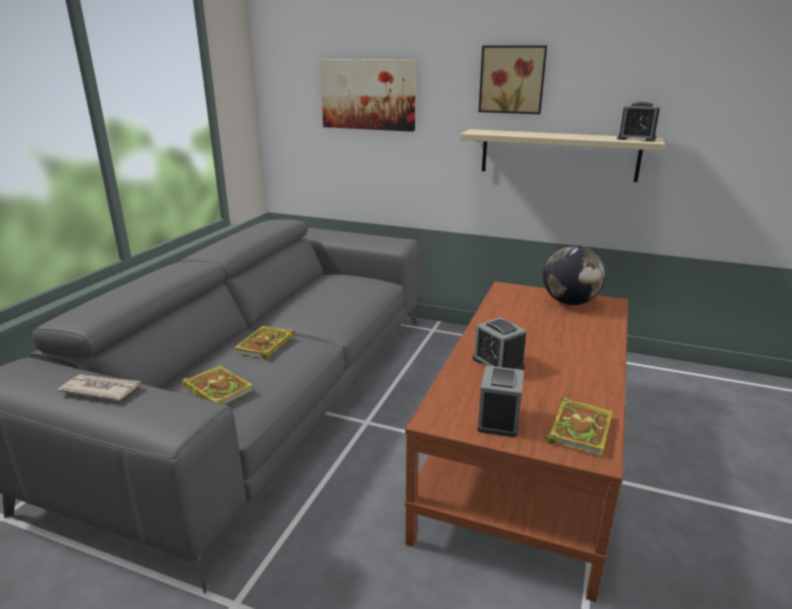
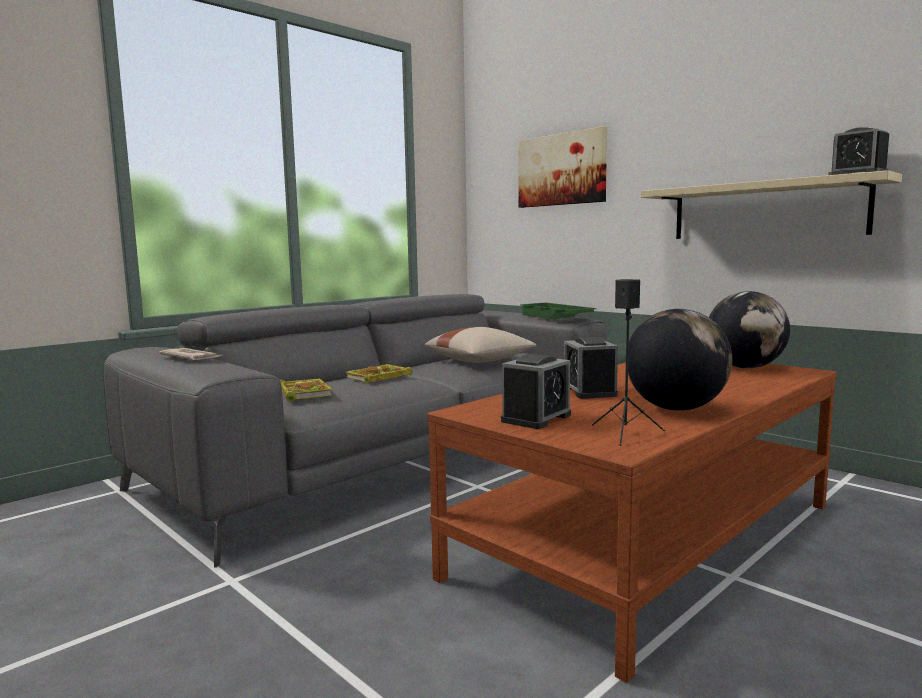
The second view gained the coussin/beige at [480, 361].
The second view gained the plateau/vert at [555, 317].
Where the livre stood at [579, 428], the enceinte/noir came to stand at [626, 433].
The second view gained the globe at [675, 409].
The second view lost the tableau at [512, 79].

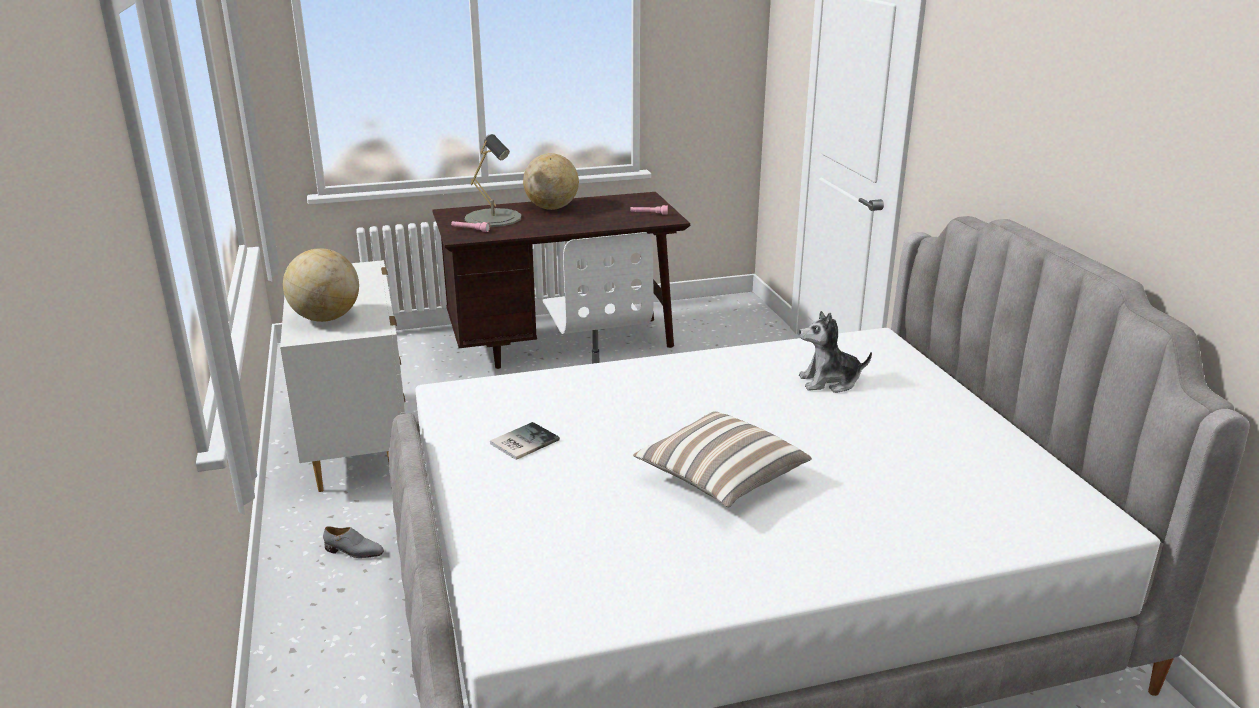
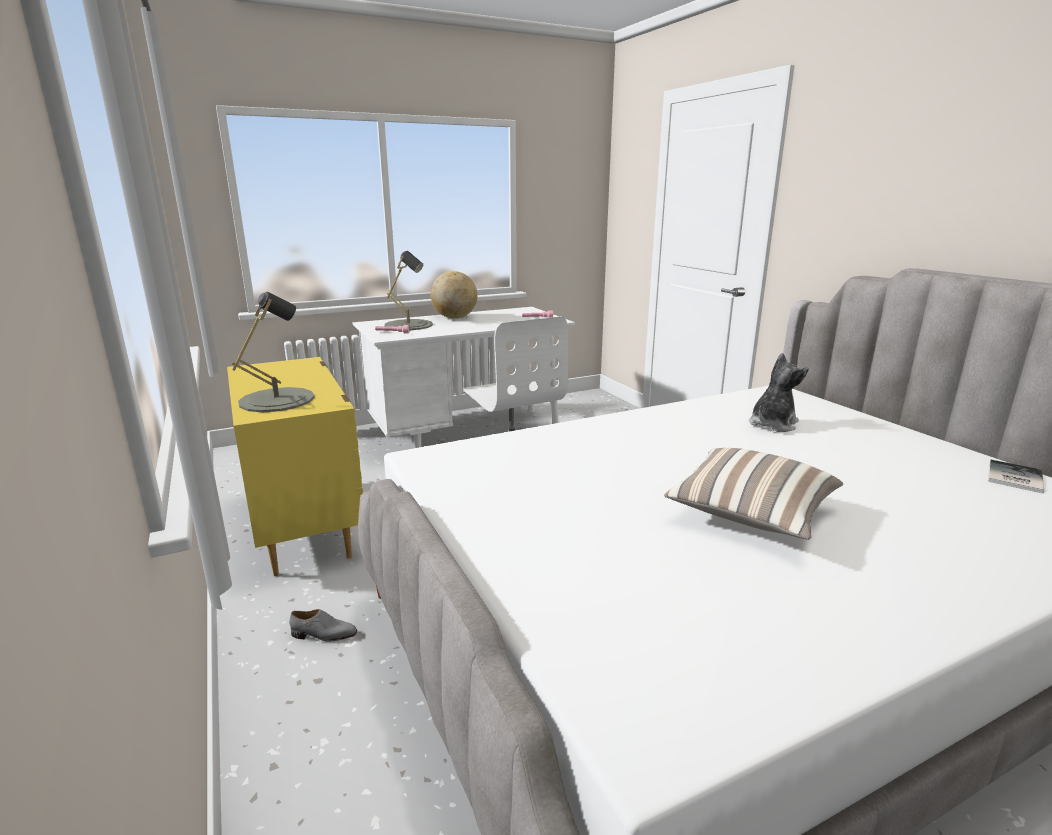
What was the commode/blanc at [357, 441] turned into the commode/jaune at [304, 524].
Where the globe stood at [326, 318], the lampe de table/gris came to stand at [277, 400].
What was the bureau/marron at [562, 344] turned into the bureau/blanc at [467, 432].
The peluche at [829, 382] ended up facing another way, 150 degrees clockwise from before.
The livre ended up elsewhere, having gone from [522, 442] to [1012, 477].

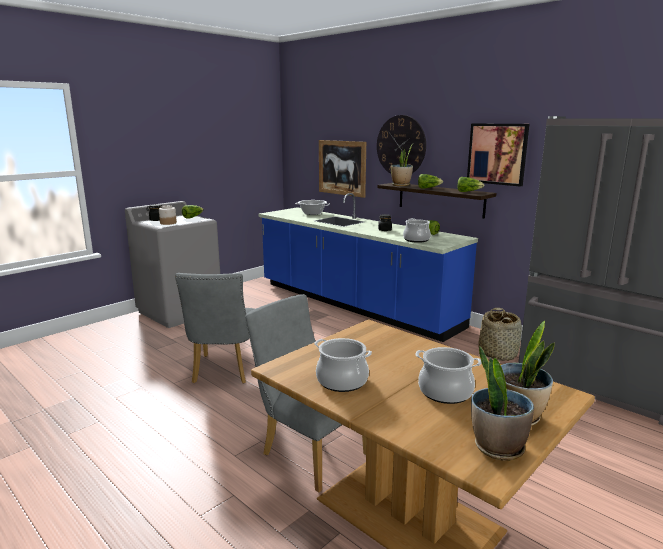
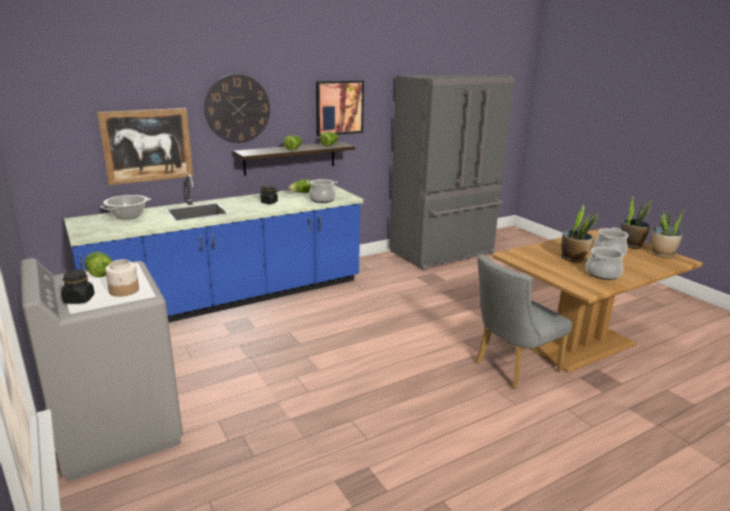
The plante en pot ended up elsewhere, having gone from [401, 185] to [573, 258].
The second view lost the chaise/gris at [223, 372].
The second view lost the panier at [498, 353].

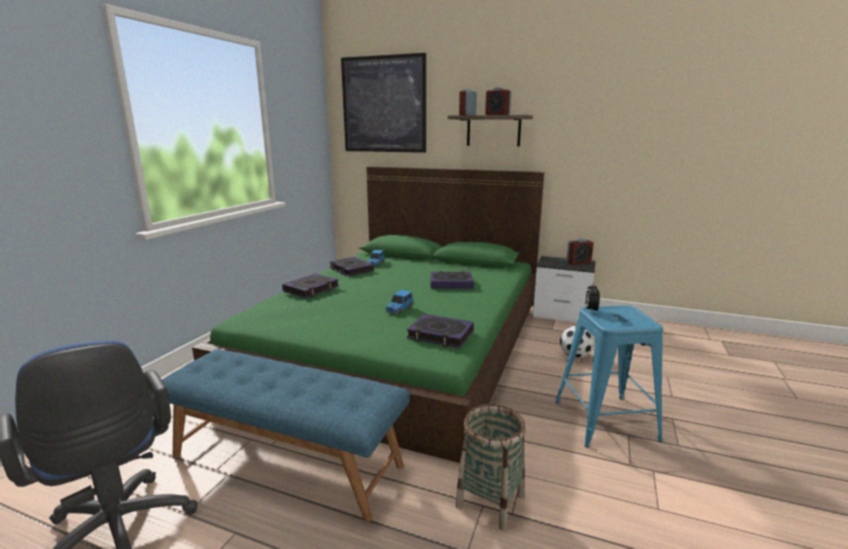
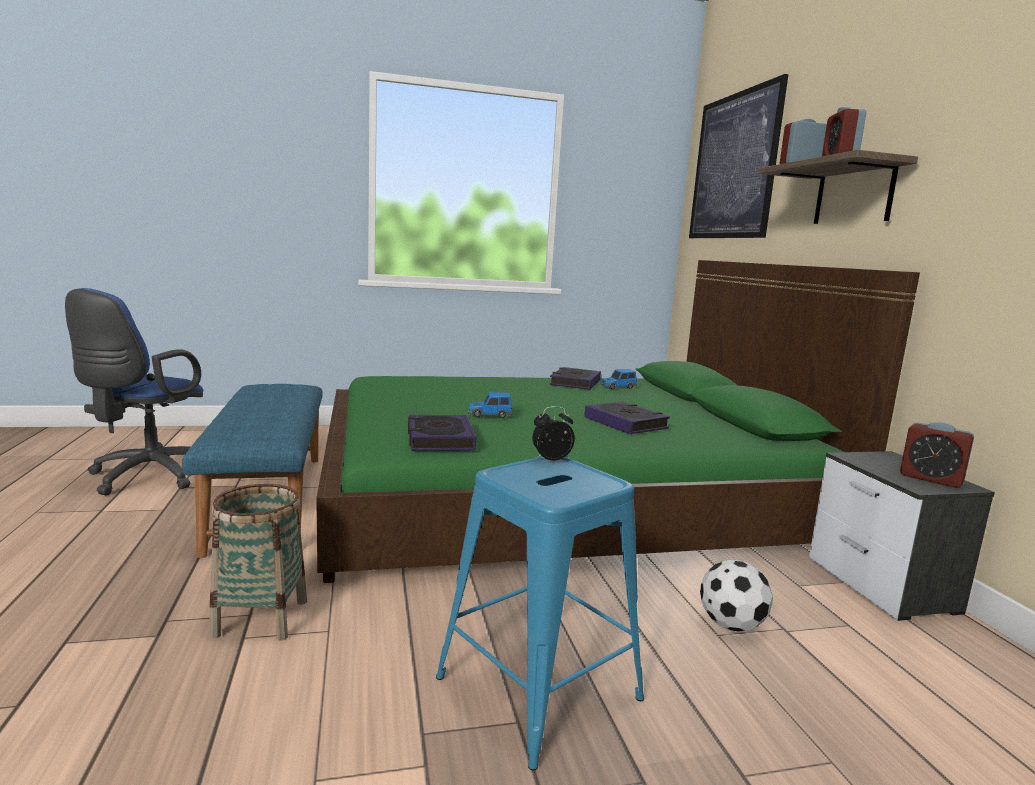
The second view lost the livre at [311, 289].

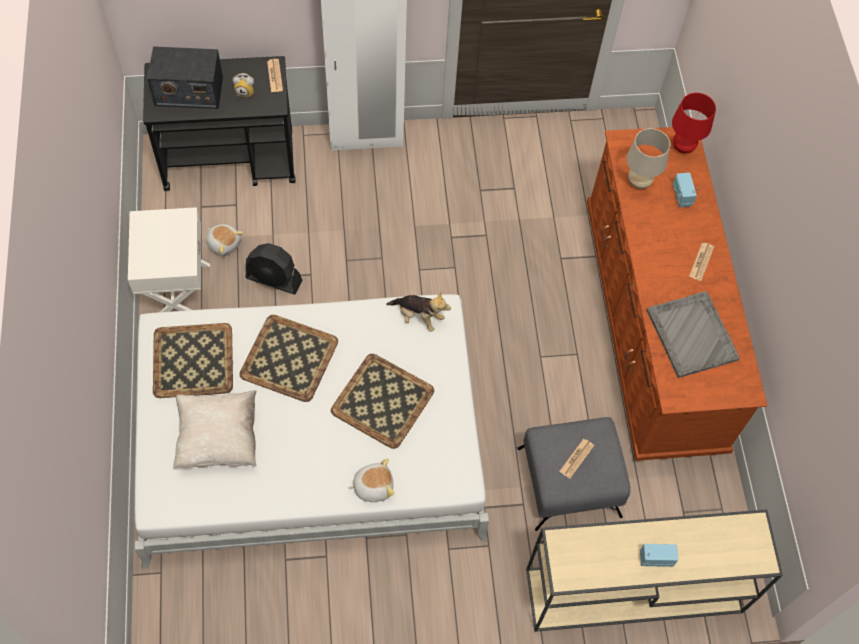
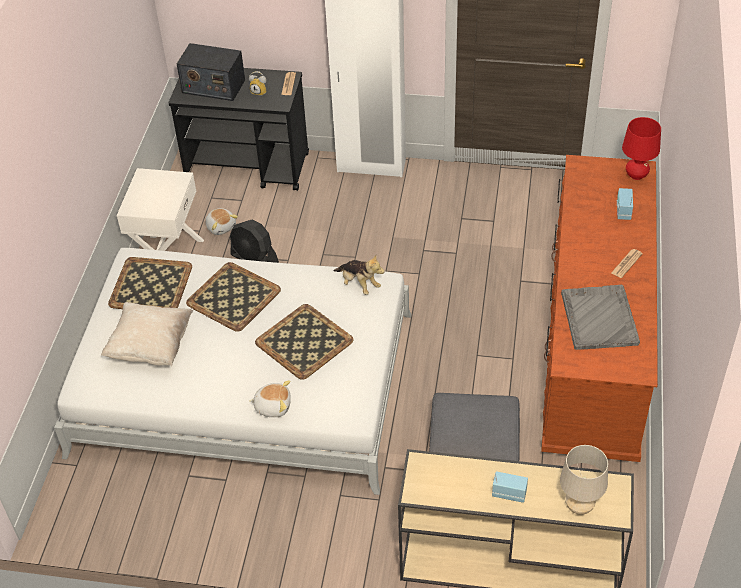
The lampe de table/beige ended up elsewhere, having gone from [639, 182] to [579, 507].
The second view lost the journal at [576, 458].

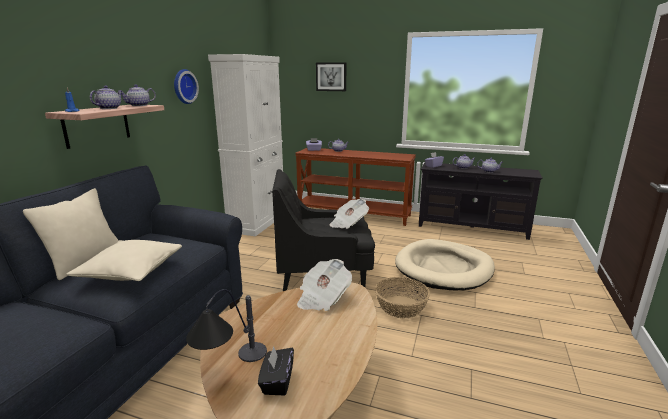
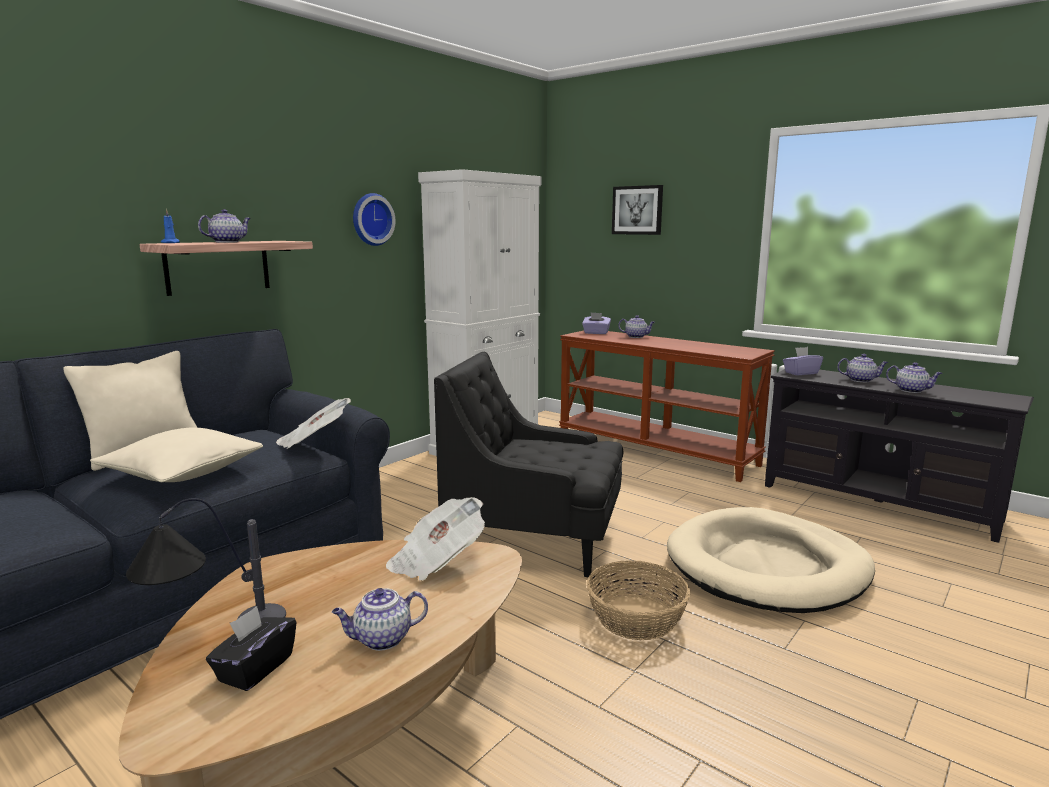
The journal ended up elsewhere, having gone from [348, 223] to [313, 442].
The théière ended up elsewhere, having gone from [138, 105] to [381, 639].

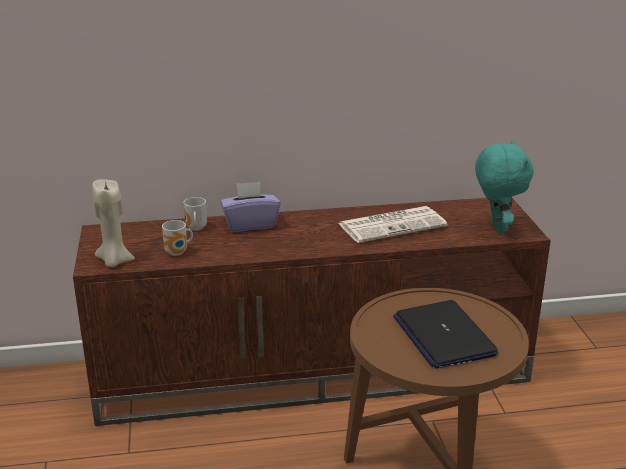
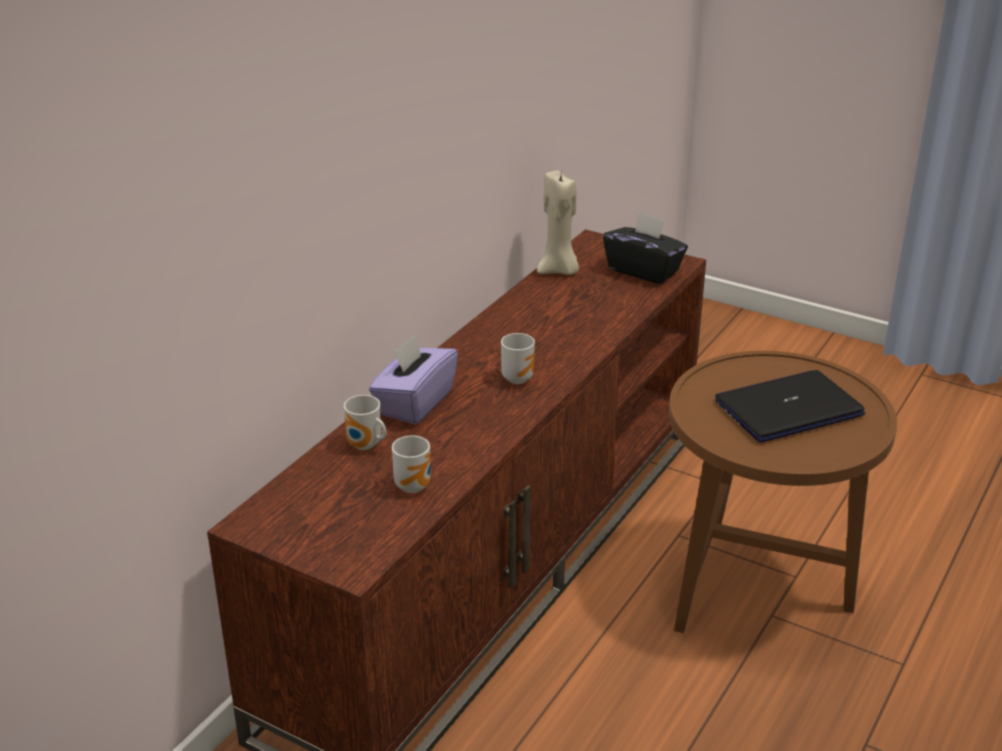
The second view gained the mug at [518, 377].
The bougie/beige ended up elsewhere, having gone from [114, 261] to [559, 270].
Where the peluche/turquoise stood at [496, 227], the boîte à mouchoirs/noir came to stand at [644, 270].
The ordinateur portable at [443, 335] ended up facing another way, 135 degrees clockwise from before.
The second view lost the journal at [393, 225].

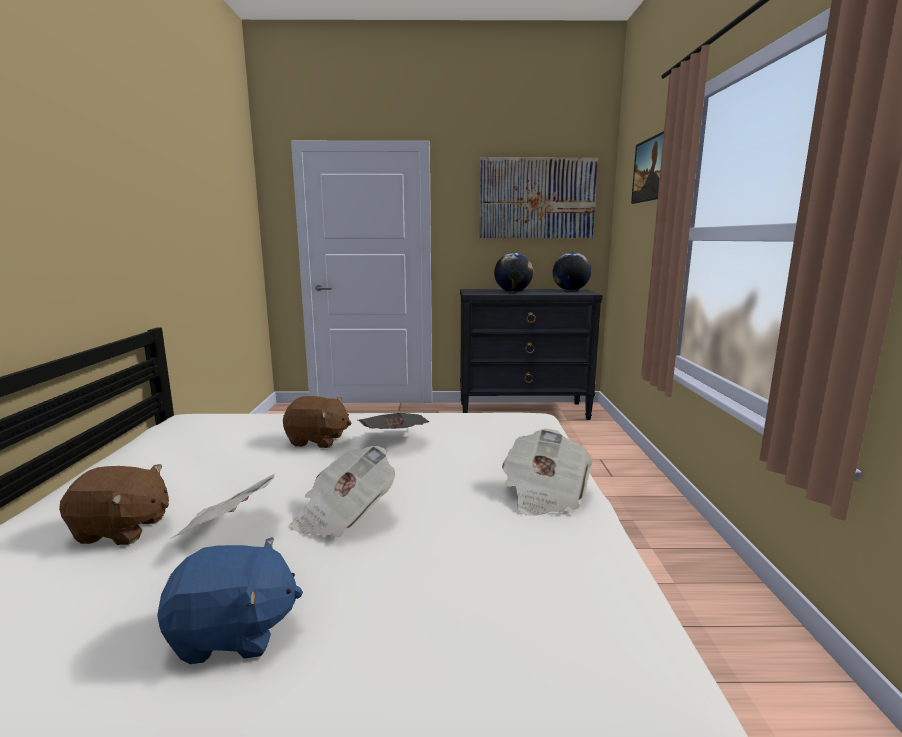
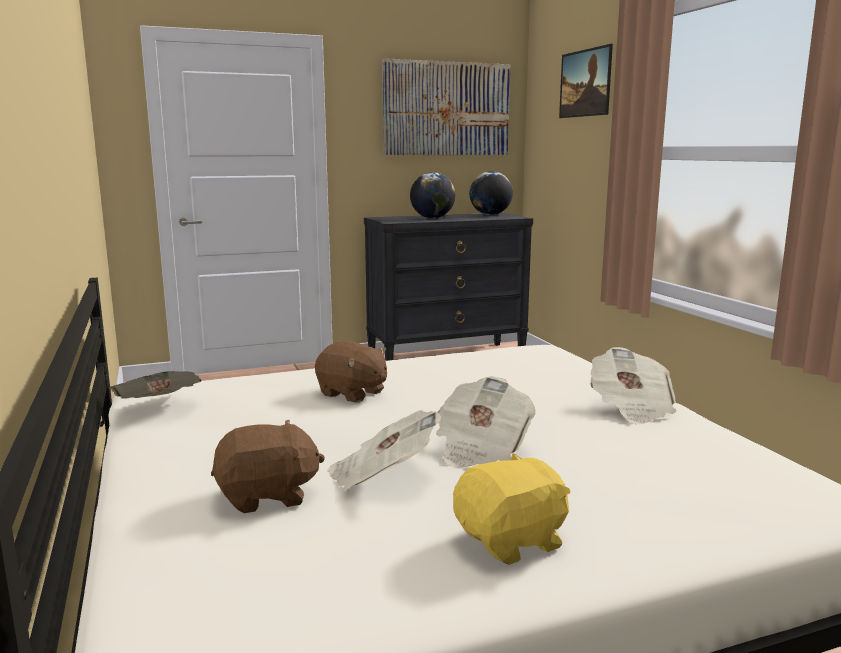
The journal ended up elsewhere, having gone from [394, 440] to [159, 408].
The peluche/marron at [317, 440] ended up facing another way, 45 degrees clockwise from before.
What was the peluche/bleu at [234, 633] turned into the peluche/jaune at [511, 541].

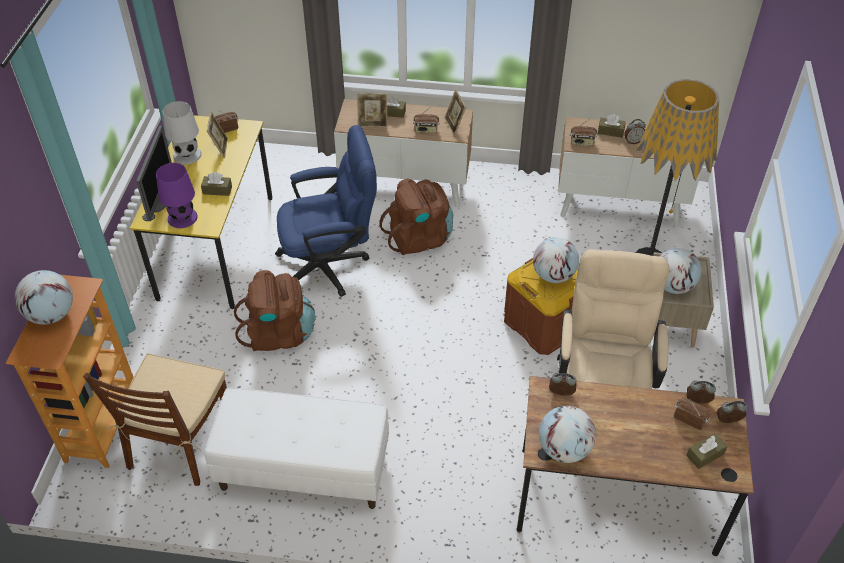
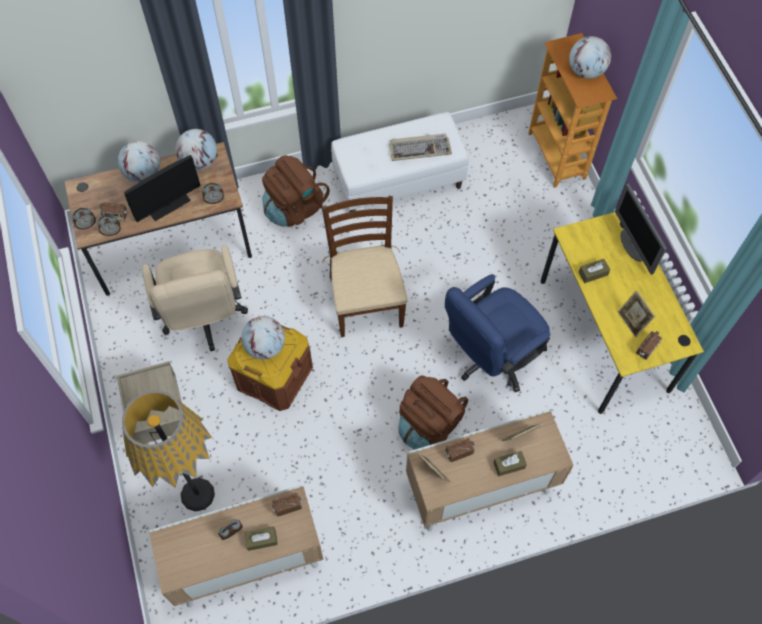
The globe ended up elsewhere, having gone from [673, 286] to [143, 173].
The second view gained the écran d'ordinateur at [168, 204].
The sac à dos/marron ended up elsewhere, having gone from [279, 334] to [294, 208].
The chaise/marron ended up elsewhere, having gone from [180, 442] to [365, 300].
The second view gained the clavier at [420, 148].
The second view lost the lampe de table/violet at [183, 218].
The second view lost the lampe de table/blanc at [187, 155].
The second view lost the boîte à mouchoirs/marron at [705, 455].

